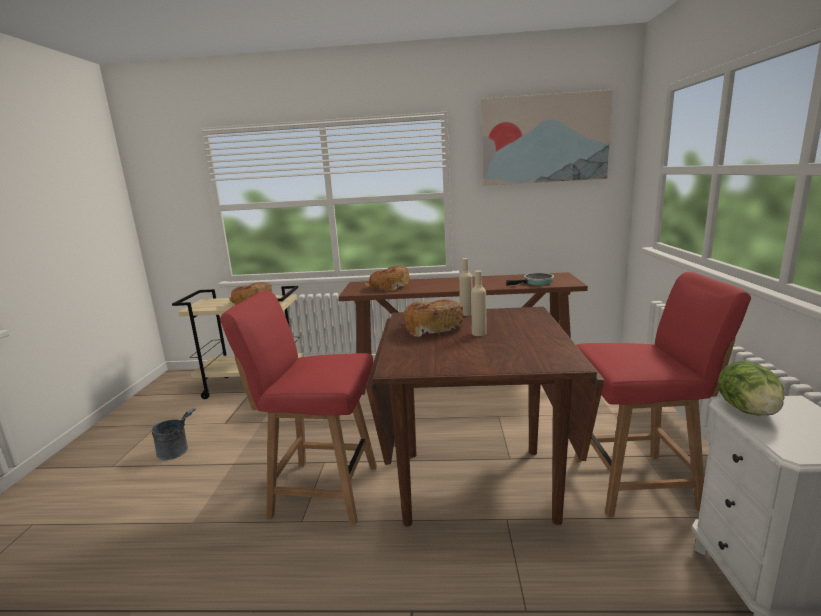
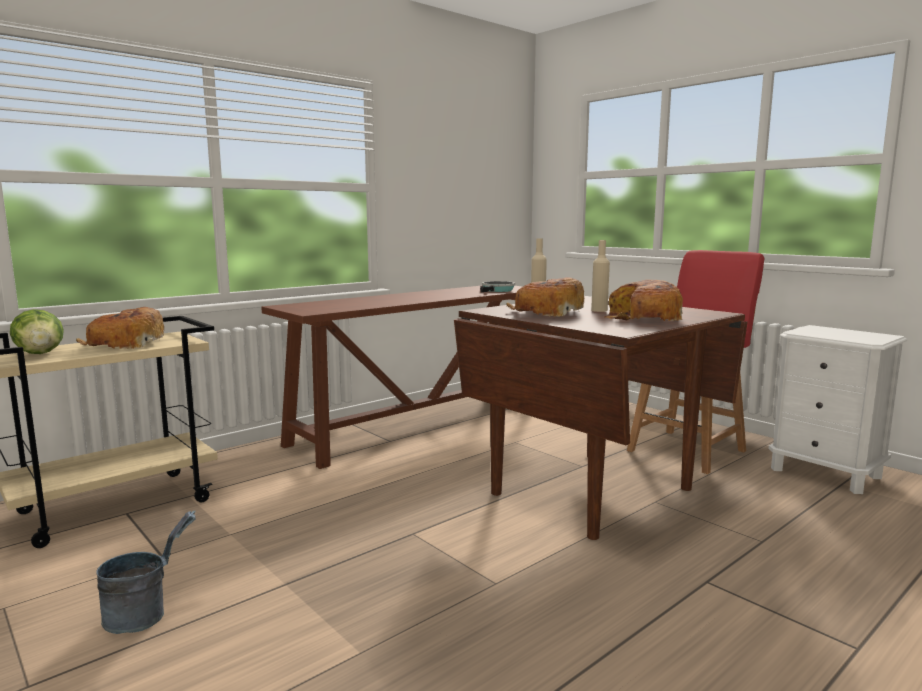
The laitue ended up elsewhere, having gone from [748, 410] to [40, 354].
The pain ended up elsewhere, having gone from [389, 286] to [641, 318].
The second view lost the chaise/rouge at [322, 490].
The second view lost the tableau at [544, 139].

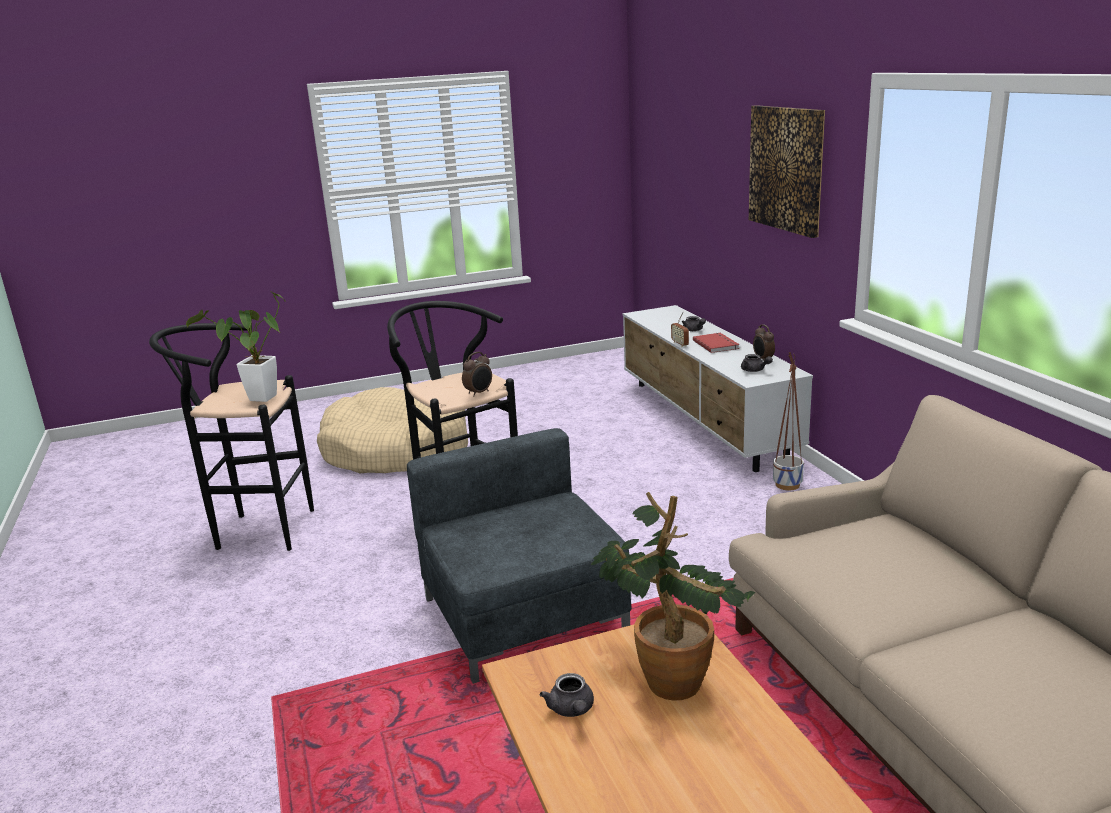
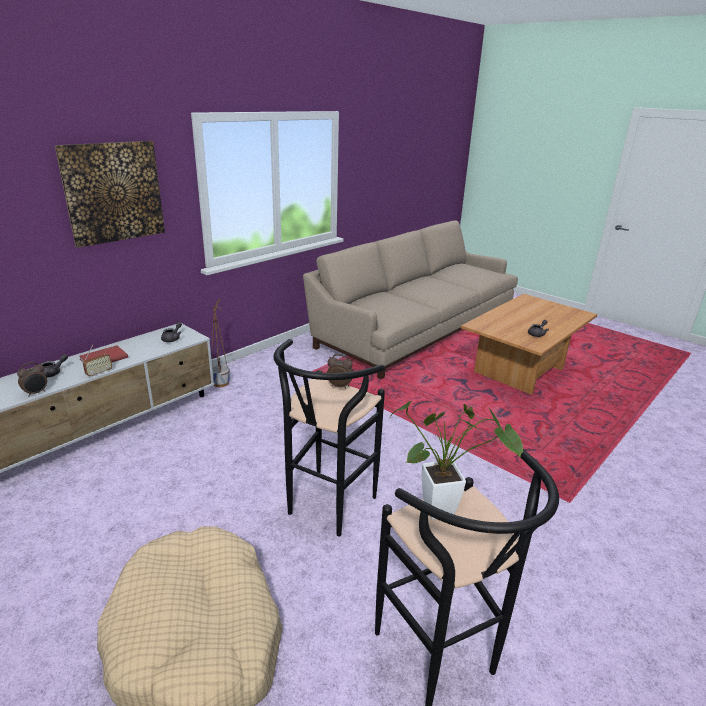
The réveil ended up elsewhere, having gone from [763, 359] to [36, 393].
The second view lost the fauteuil/gris at [523, 617].
The second view lost the plante en pot at [666, 674].

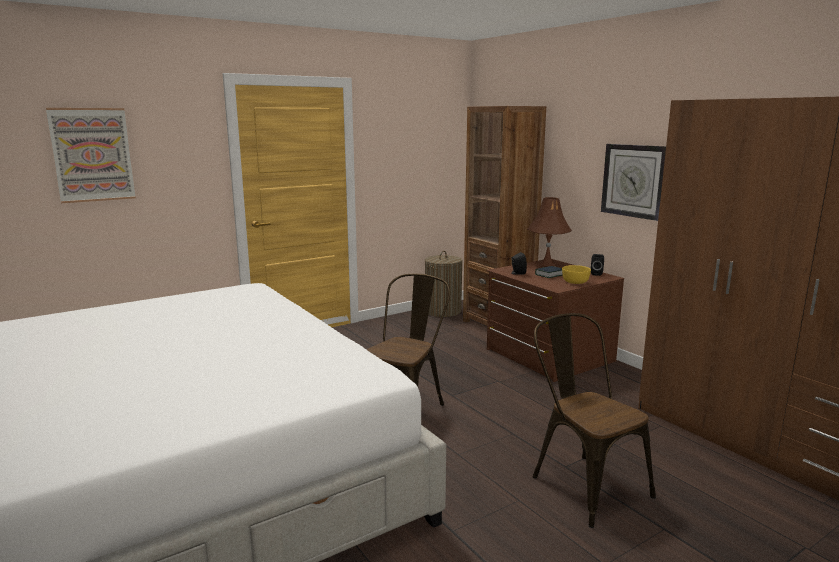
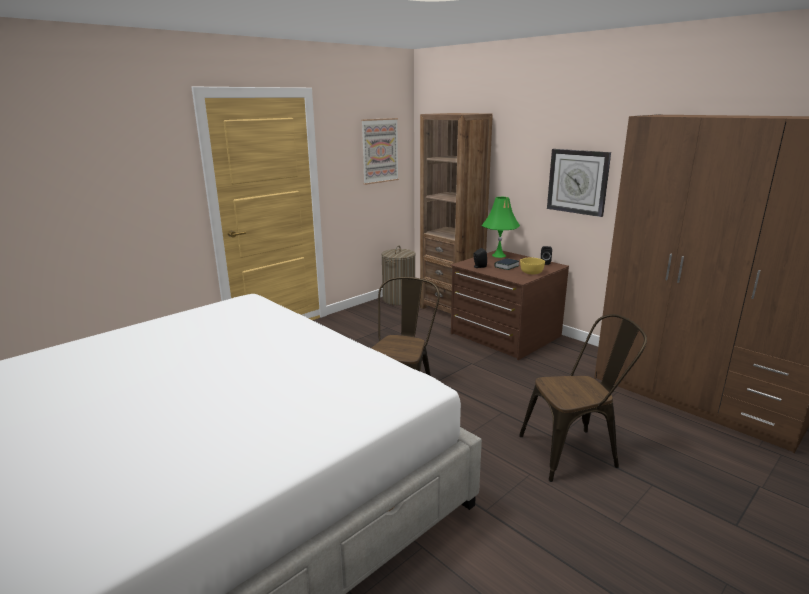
The tableau ended up elsewhere, having gone from [92, 155] to [379, 151].
What was the lampe de table/marron at [547, 264] turned into the lampe de table/vert at [499, 255].
The chaise/marron at [583, 483] ended up facing another way, 120 degrees clockwise from before.

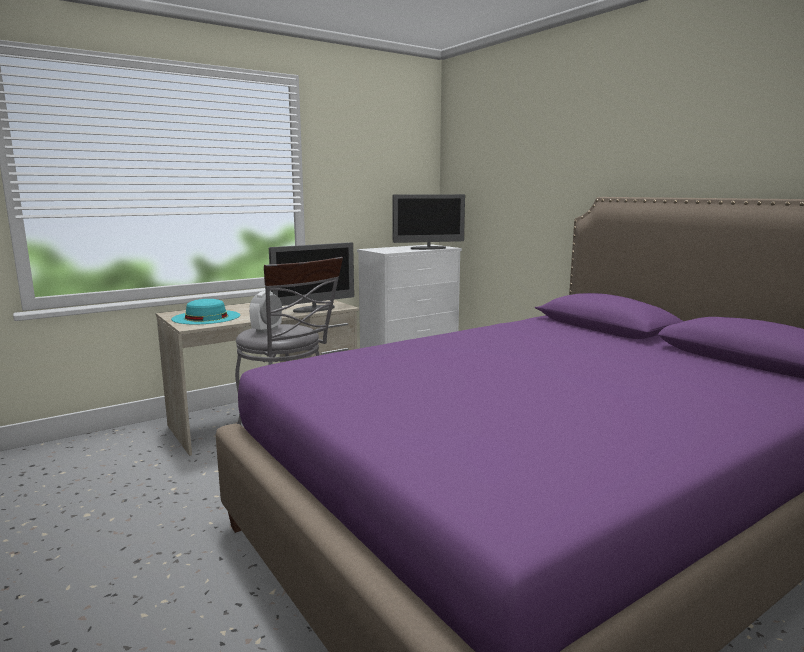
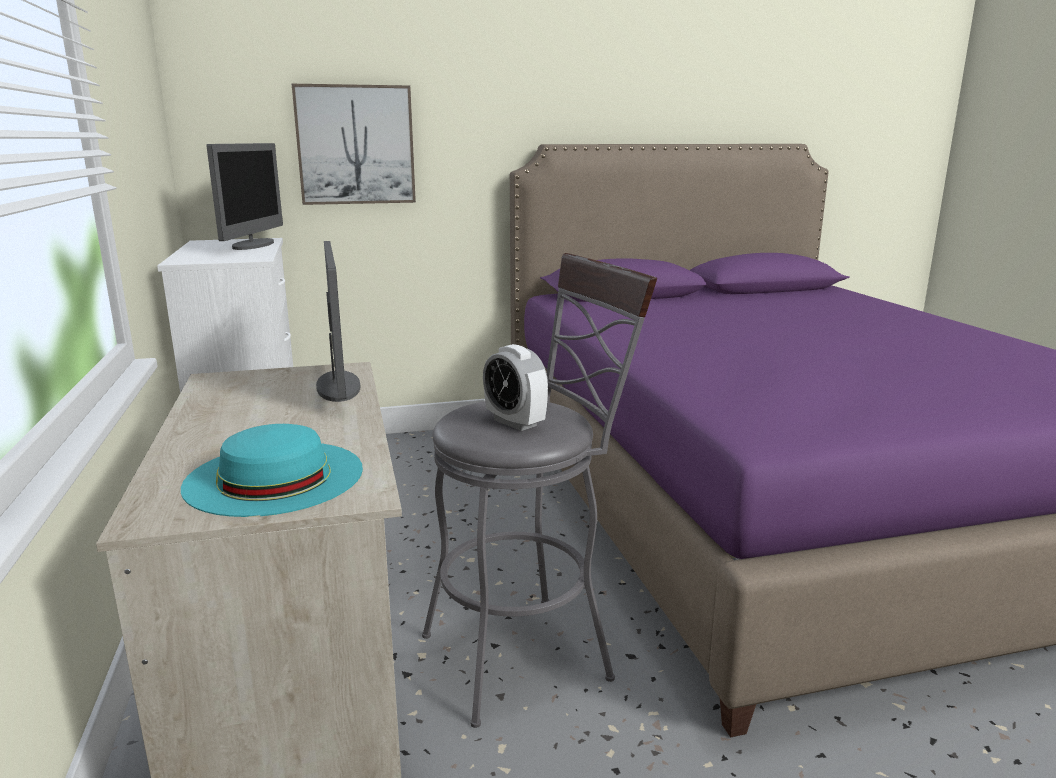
The second view gained the tableau at [355, 145].

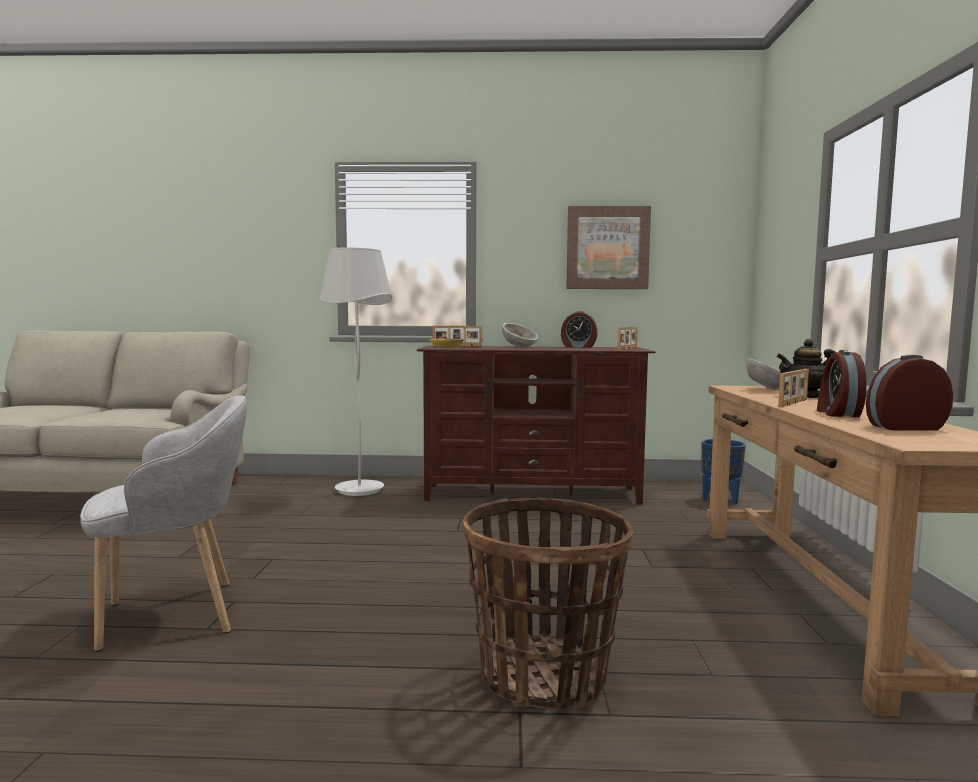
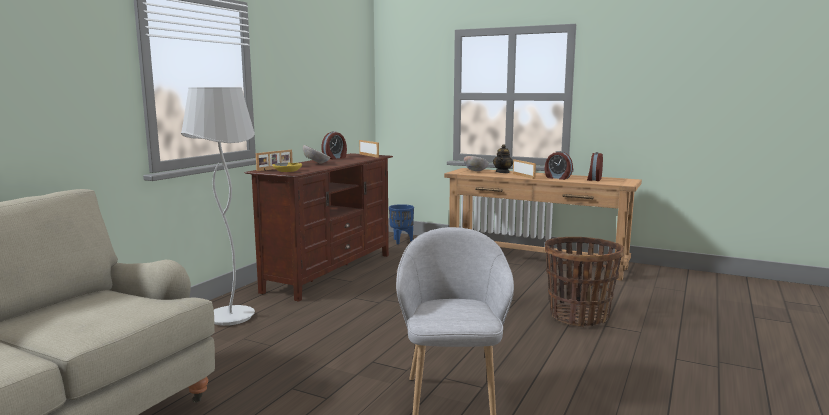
The second view lost the tableau at [607, 248].

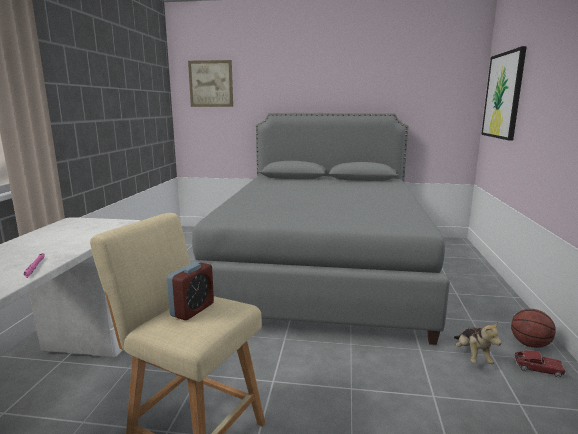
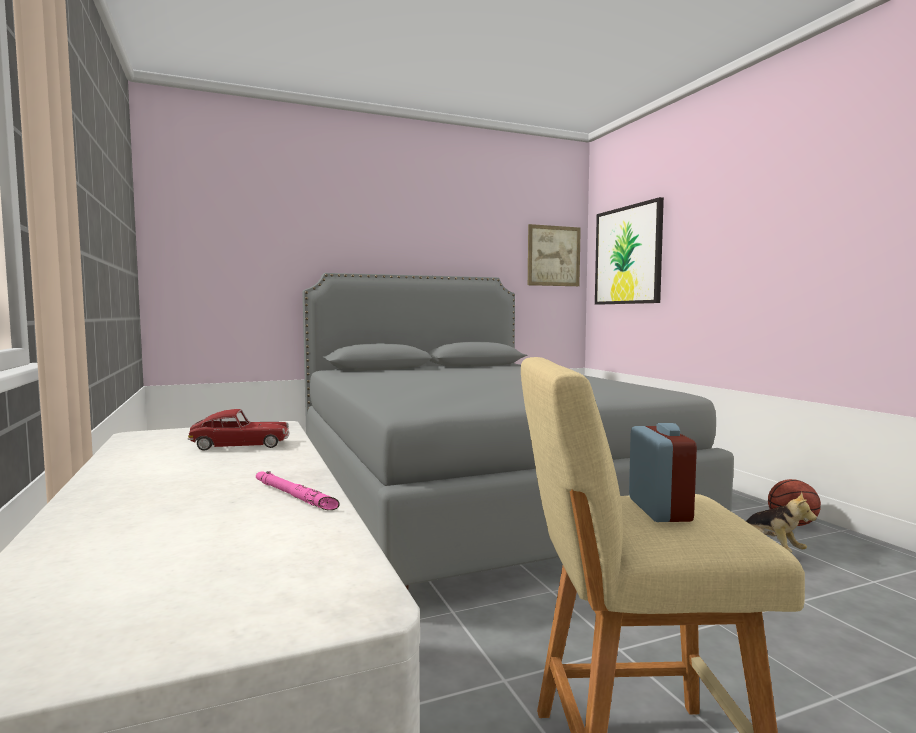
The petite voiture ended up elsewhere, having gone from [538, 368] to [241, 445].
The tableau ended up elsewhere, having gone from [211, 84] to [553, 256].

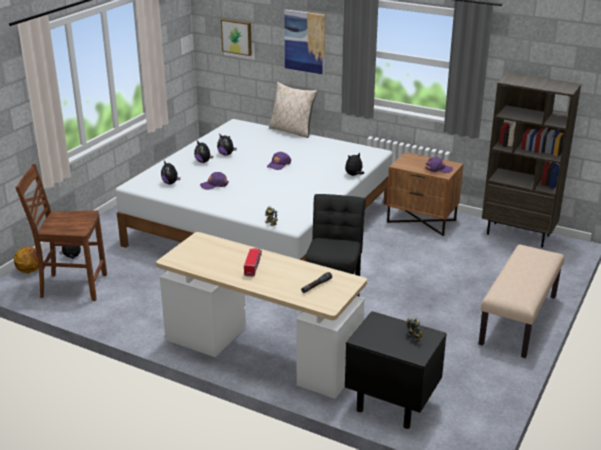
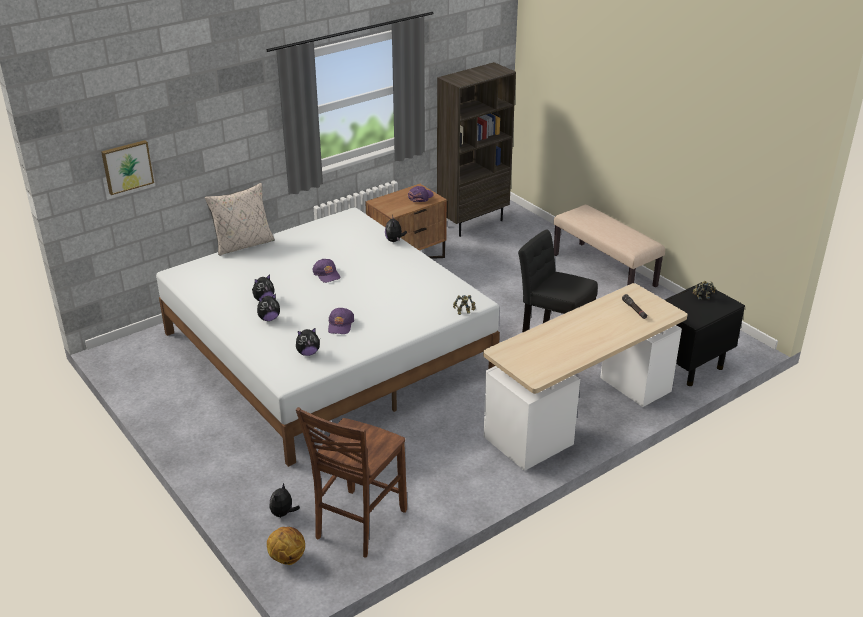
The second view lost the camion jouet at [253, 265].
The second view lost the tableau at [305, 41].

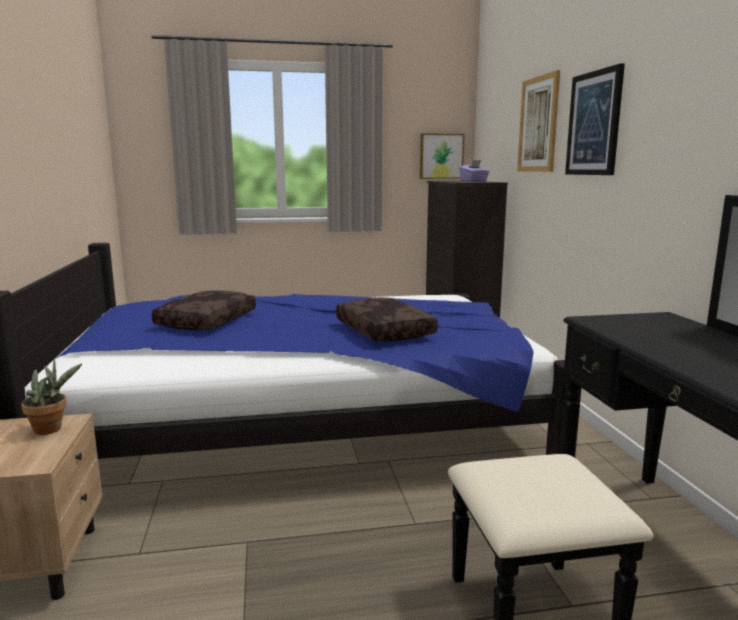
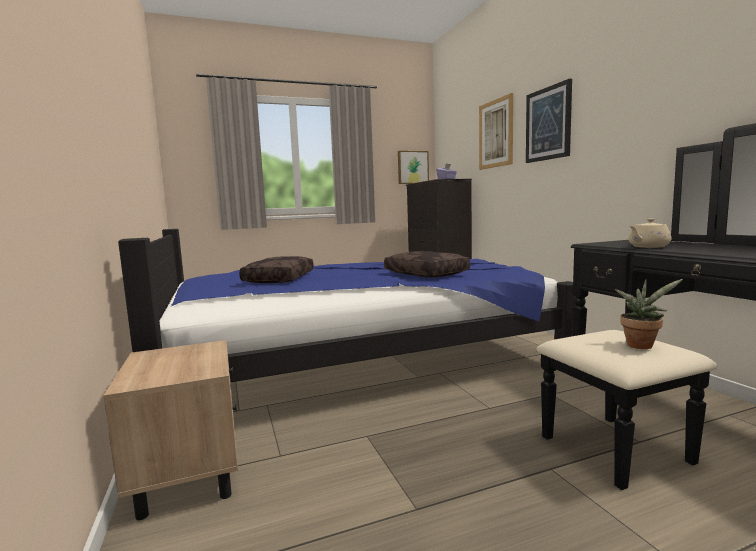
The plante en pot ended up elsewhere, having gone from [52, 429] to [641, 345].
The second view gained the théière/beige at [648, 247].

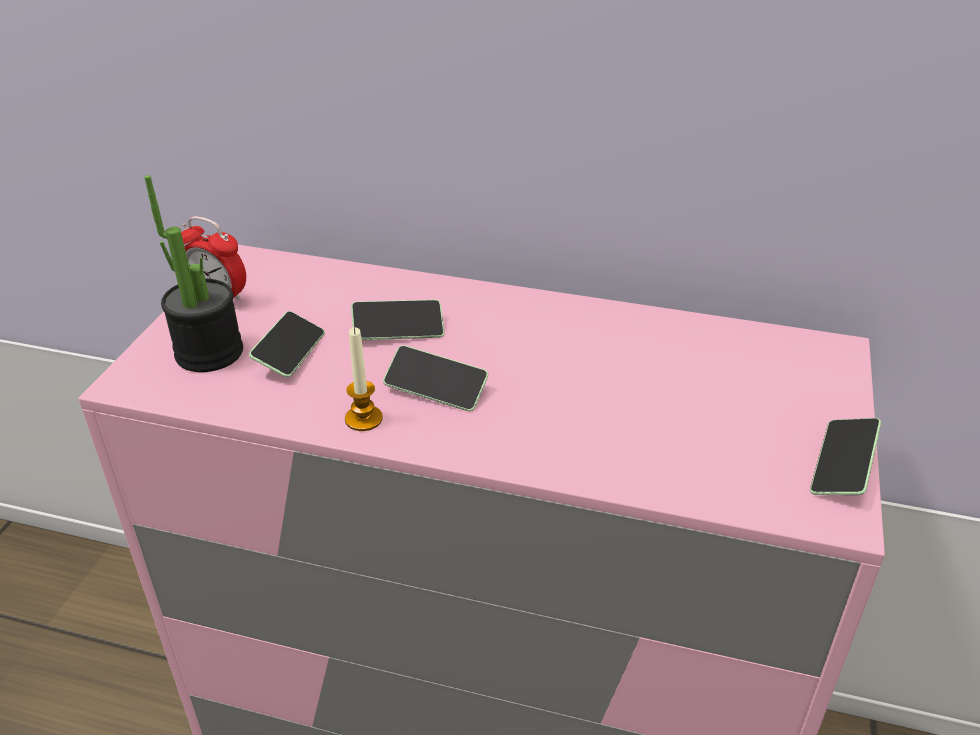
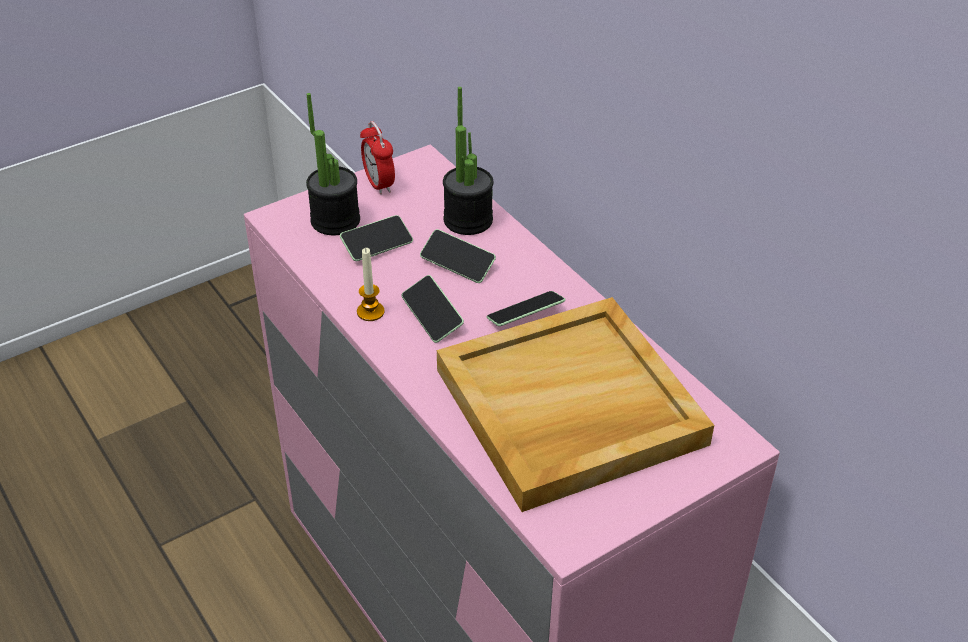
The second view gained the plateau/beige at [568, 408].
The second view gained the plante en pot at [468, 220].
The téléphone ended up elsewhere, having gone from [842, 467] to [525, 317].

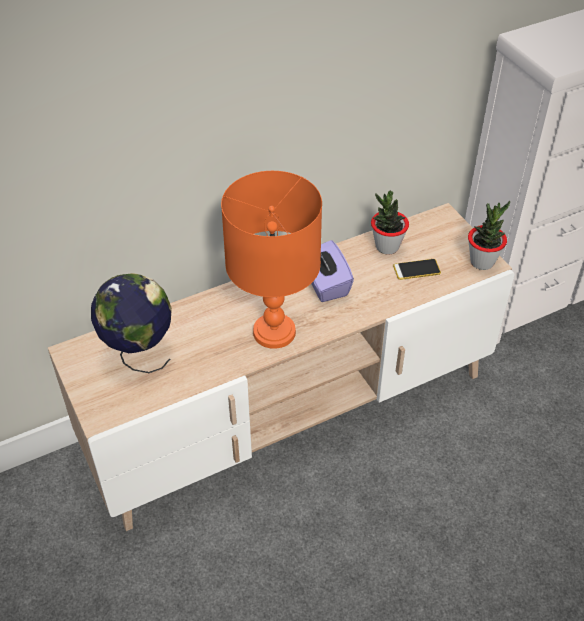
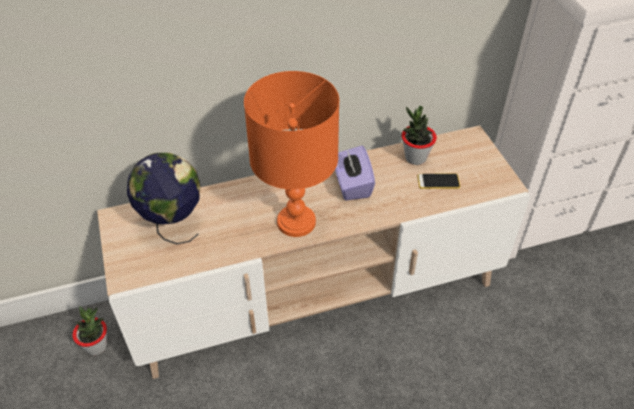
The plante en pot ended up elsewhere, having gone from [482, 261] to [97, 346].

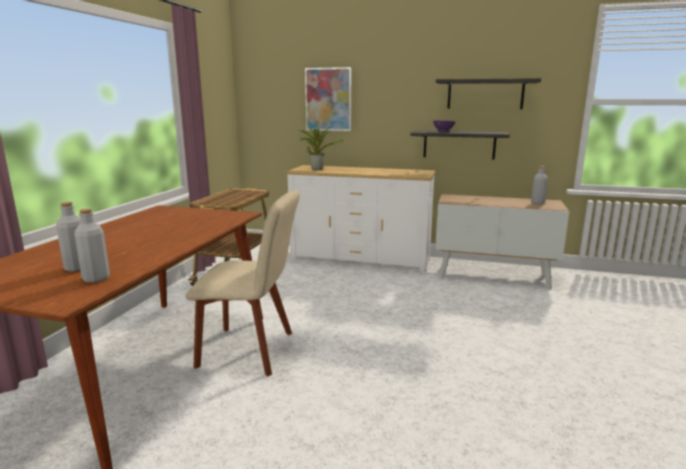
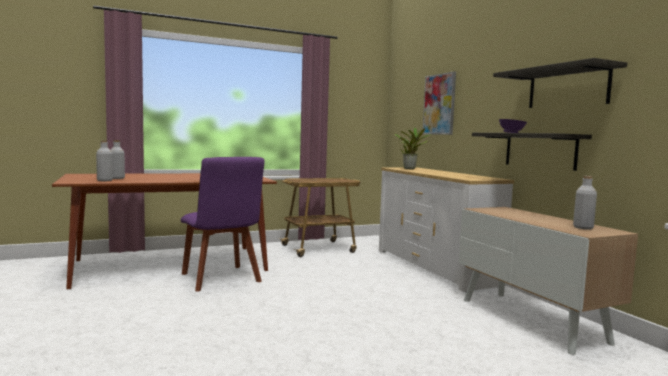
What was the chaise/beige at [251, 350] turned into the chaise/violet at [221, 279].

